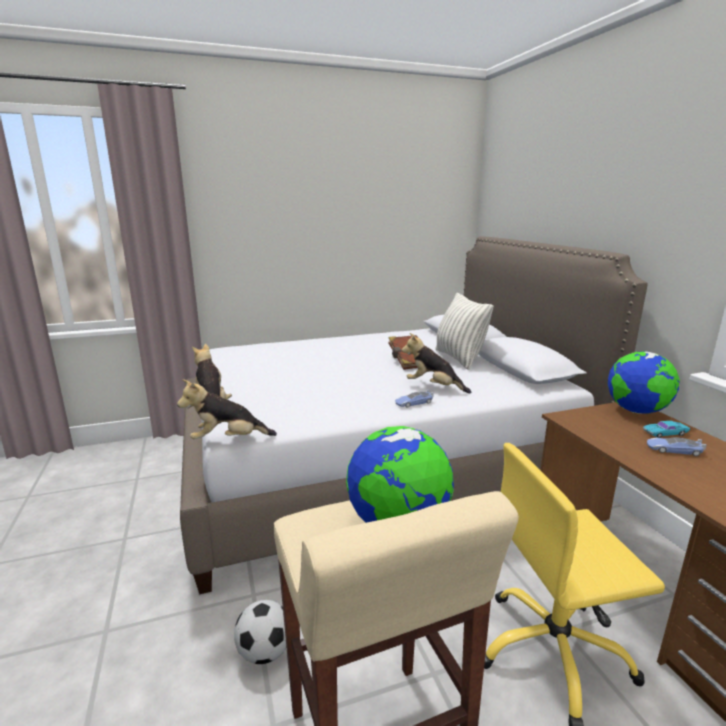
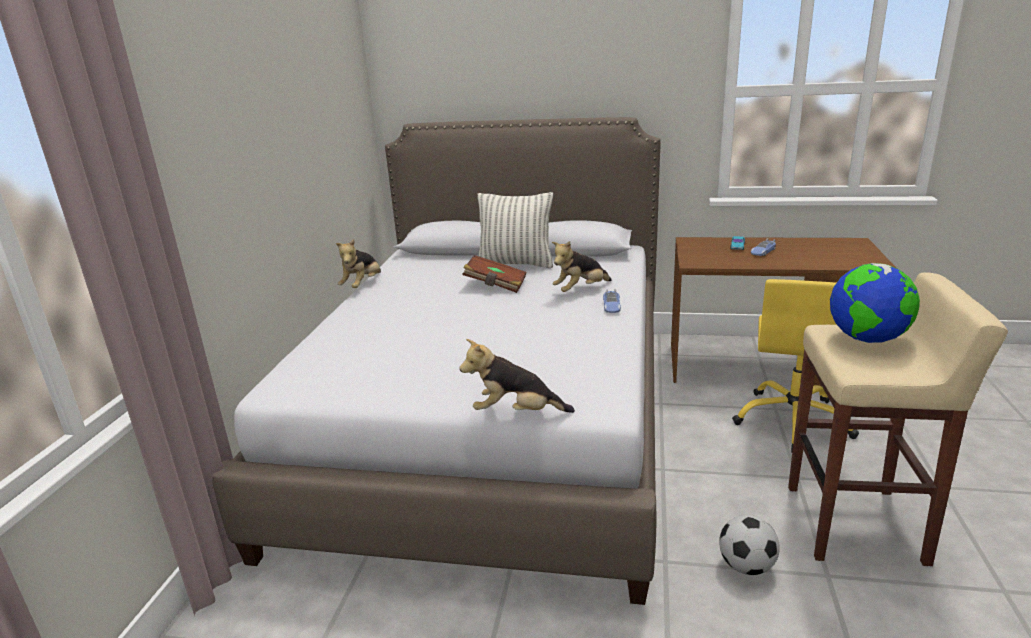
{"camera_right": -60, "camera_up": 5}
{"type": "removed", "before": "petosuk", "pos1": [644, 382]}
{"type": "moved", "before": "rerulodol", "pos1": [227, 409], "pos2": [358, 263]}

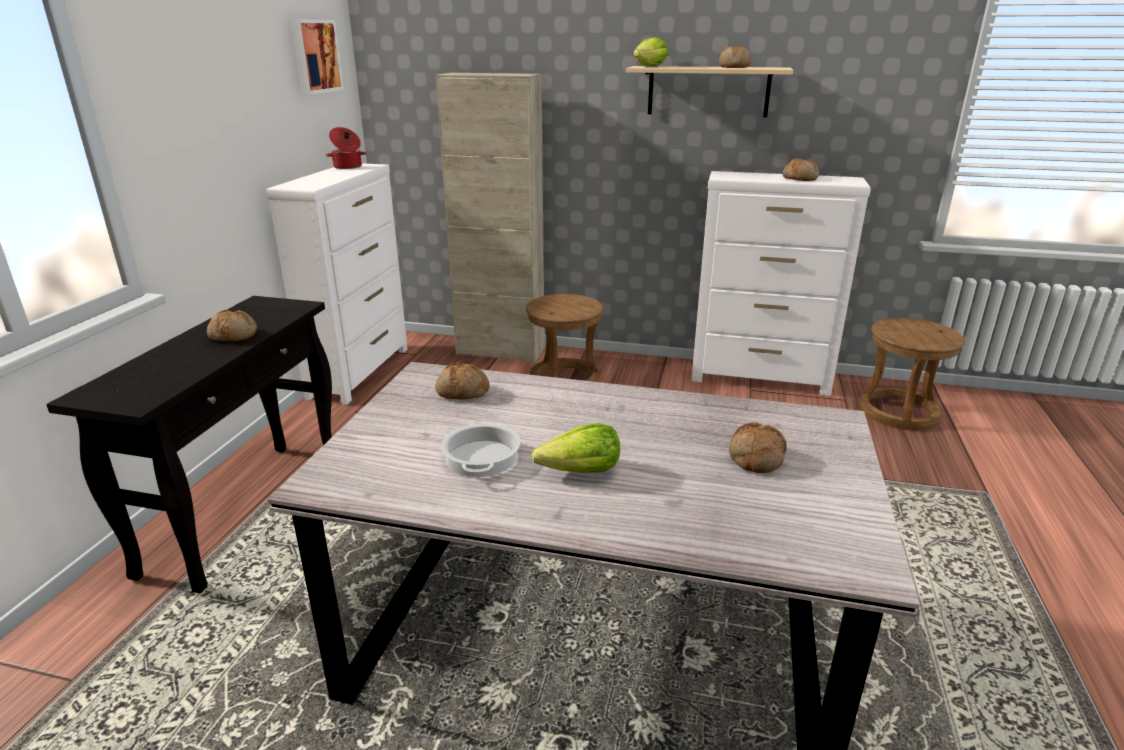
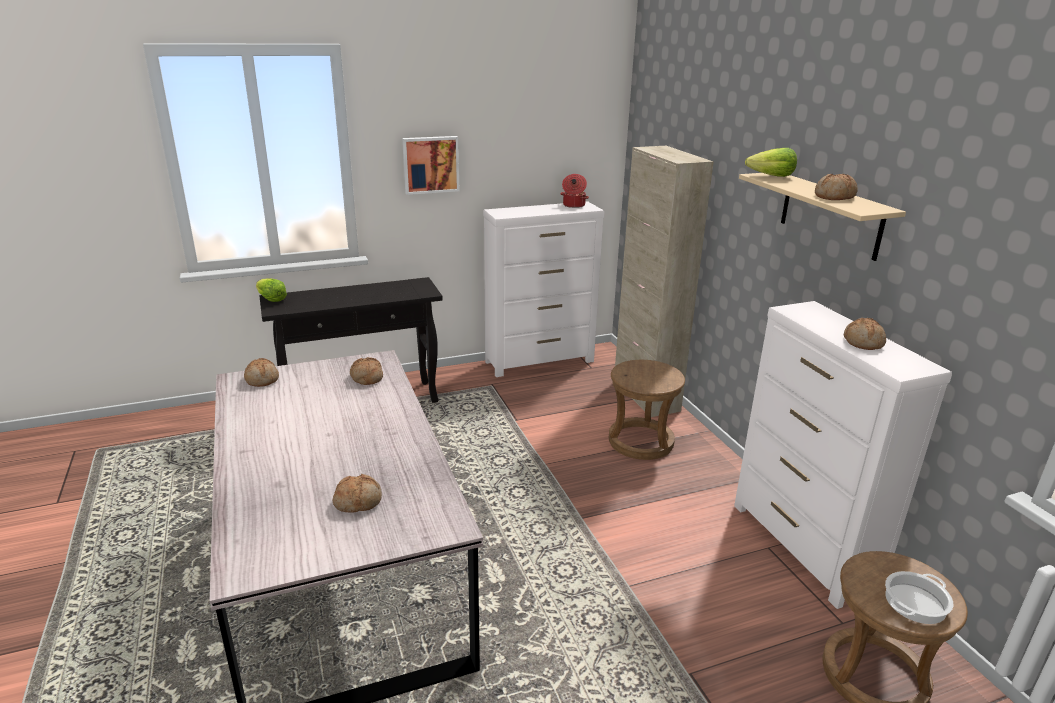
{"camera_right": 55, "camera_up": 0}
{"type": "moved", "before": "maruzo", "pos1": [317, 56], "pos2": [430, 165]}
{"type": "moved", "before": "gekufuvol", "pos1": [232, 325], "pos2": [261, 372]}
{"type": "moved", "before": "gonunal", "pos1": [480, 448], "pos2": [919, 597]}
{"type": "moved", "before": "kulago", "pos1": [576, 448], "pos2": [271, 290]}

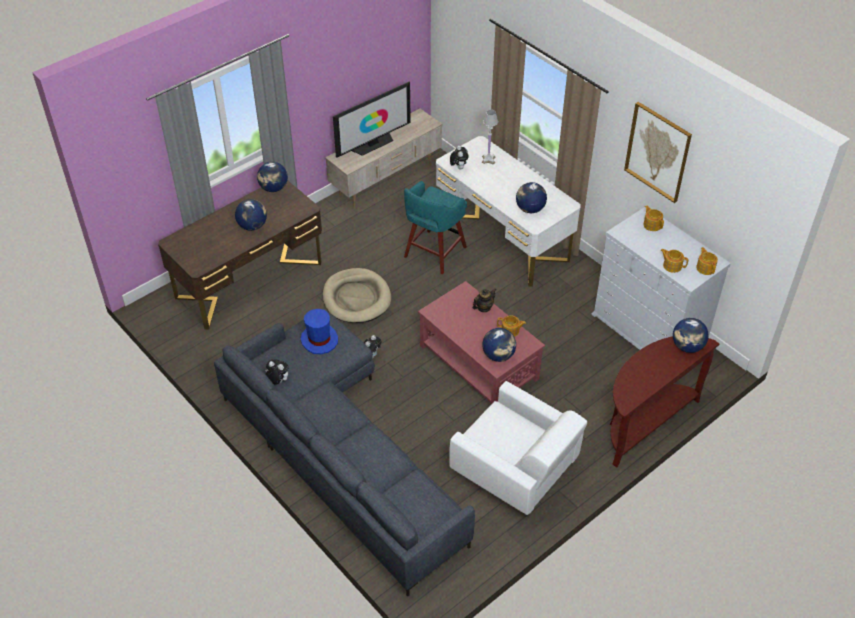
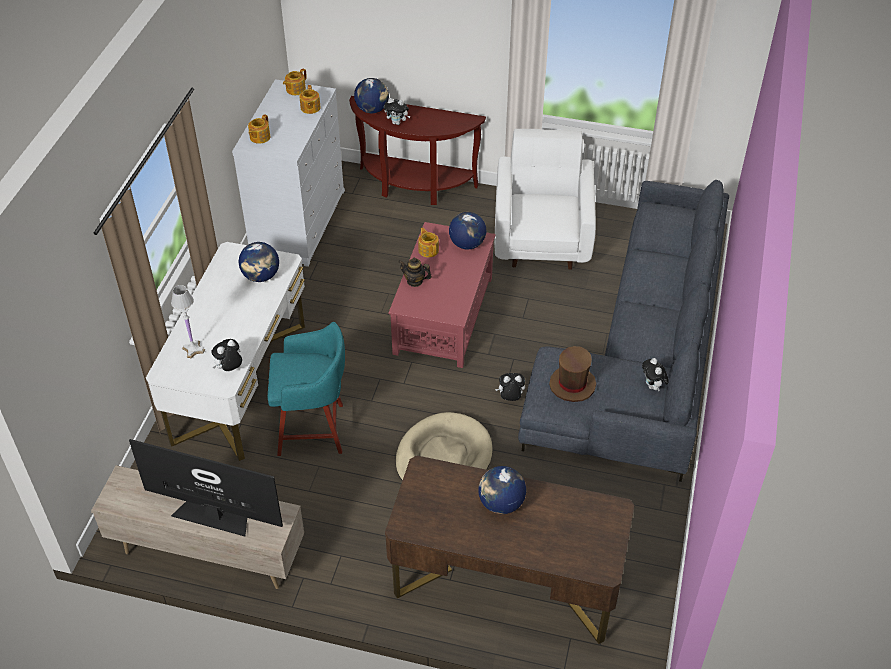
{"camera_right": -125, "camera_up": 0}
{"type": "removed", "before": "maruzo", "pos1": [658, 152]}
{"type": "removed", "before": "petosuk", "pos1": [272, 177]}
{"type": "recoloured", "before": "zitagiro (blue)", "after": "zitagiro (brown)", "pos1": [319, 331], "pos2": [572, 374]}
{"type": "added", "after": "rerulodol", "pos2": [397, 111]}

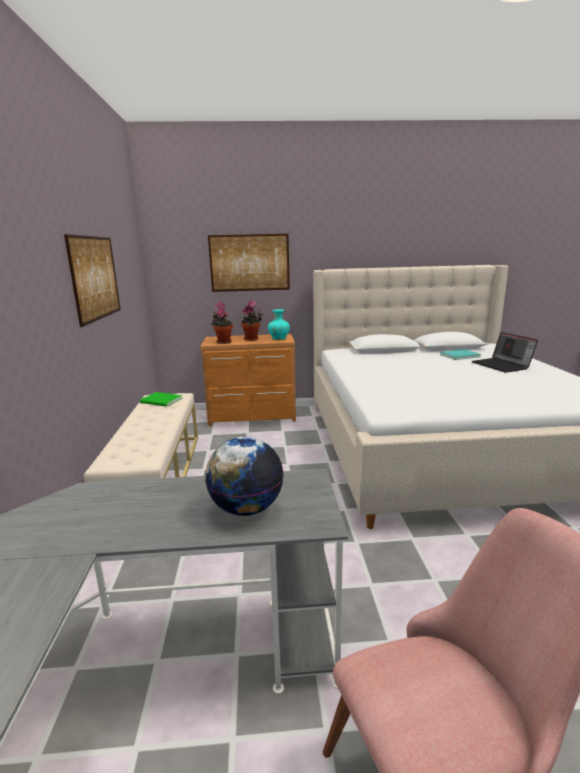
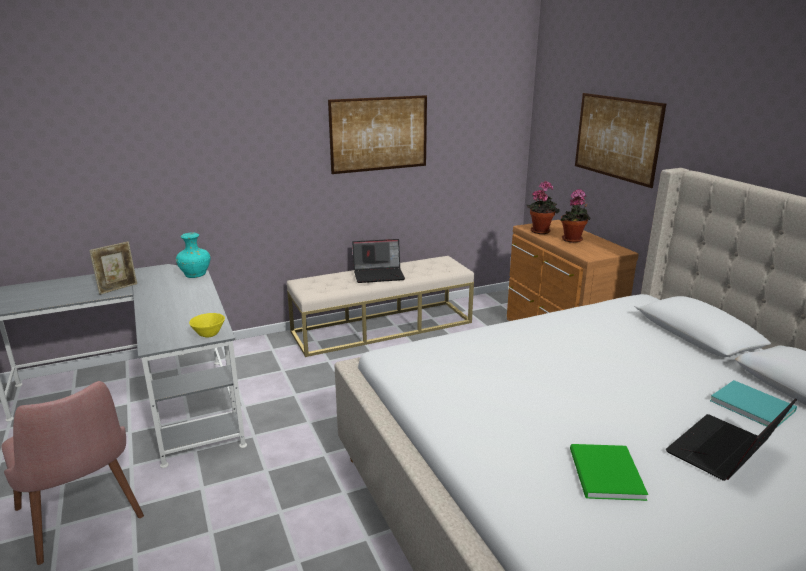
{"camera_right": 70, "camera_up": 5}
{"type": "moved", "before": "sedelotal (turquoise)", "pos1": [279, 324], "pos2": [193, 255]}
{"type": "moved", "before": "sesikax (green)", "pos1": [161, 399], "pos2": [609, 472]}
{"type": "removed", "before": "petosuk", "pos1": [244, 476]}
{"type": "added", "after": "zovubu", "pos2": [378, 261]}
{"type": "added", "after": "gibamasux", "pos2": [113, 268]}
{"type": "added", "after": "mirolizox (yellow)", "pos2": [207, 325]}

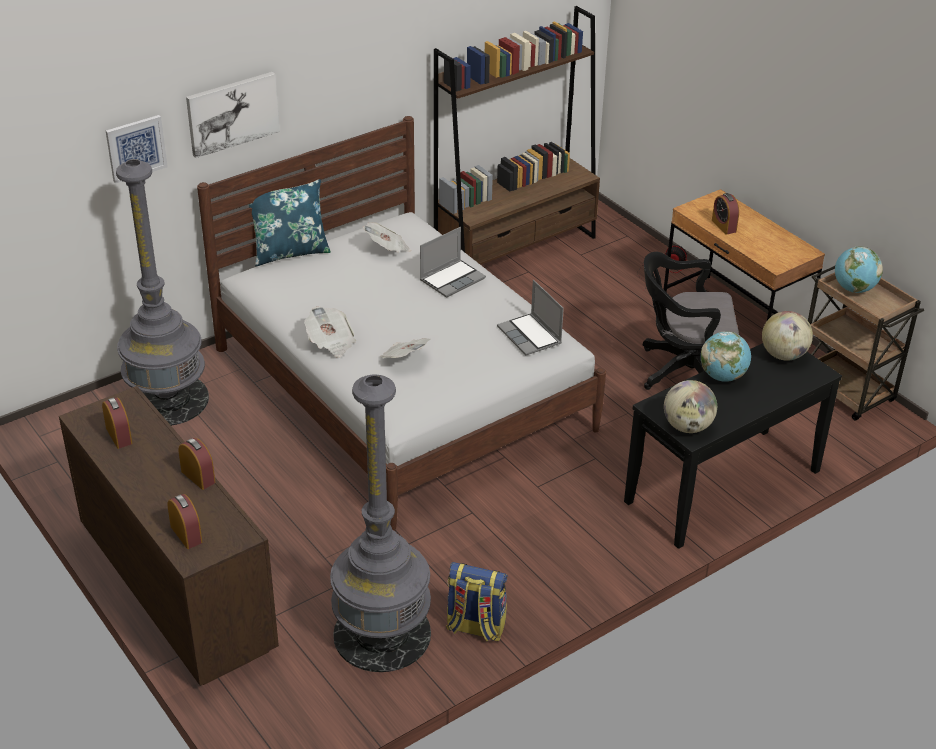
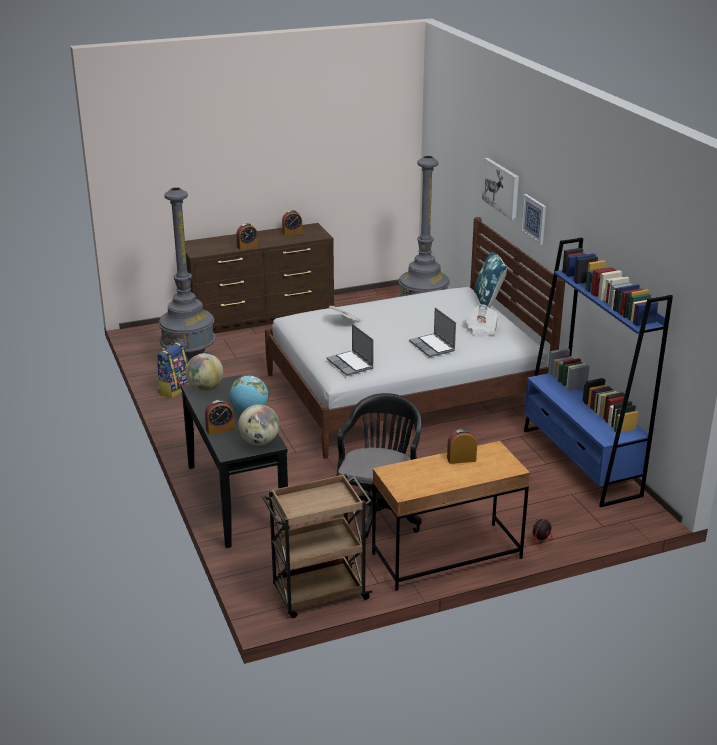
{"camera_right": 105, "camera_up": -10}
{"type": "recoloured", "before": "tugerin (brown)", "after": "tugerin (blue)", "pos1": [517, 135], "pos2": [598, 372]}
{"type": "moved", "before": "maruzo", "pos1": [137, 149], "pos2": [533, 219]}
{"type": "removed", "before": "petosuk", "pos1": [859, 269]}
{"type": "turned", "before": "zovubu", "pos1": [530, 317], "pos2": [350, 350], "turn": -105}
{"type": "removed", "before": "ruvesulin", "pos1": [330, 332]}
{"type": "moved", "before": "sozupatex", "pos1": [184, 521], "pos2": [219, 417]}

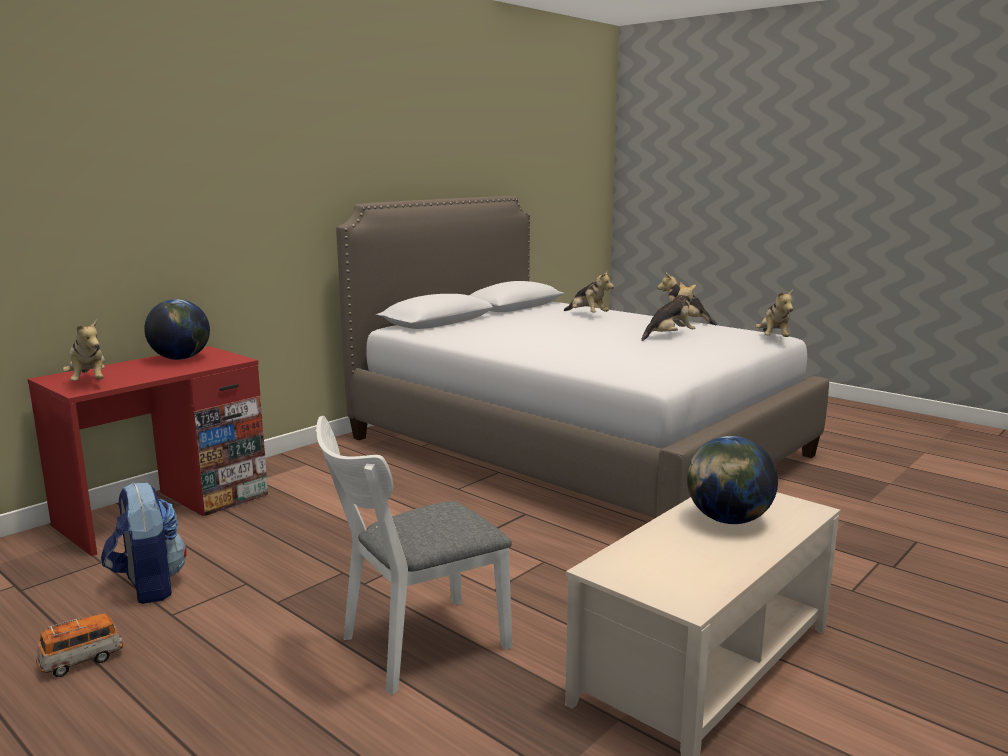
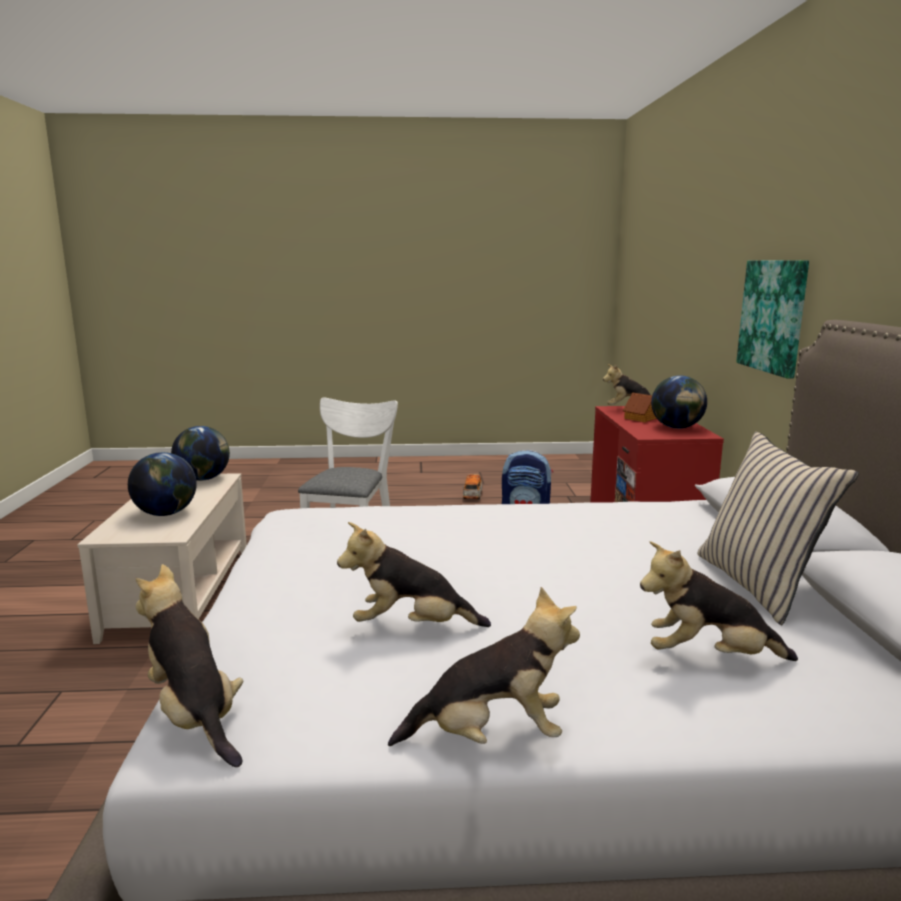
{"camera_right": 135, "camera_up": 0}
{"type": "turned", "before": "rerulodol", "pos1": [668, 311], "pos2": [414, 574], "turn": 75}
{"type": "added", "after": "maruzo", "pos2": [772, 319]}
{"type": "added", "after": "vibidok", "pos2": [640, 407]}
{"type": "added", "after": "petosuk", "pos2": [200, 453]}
{"type": "added", "after": "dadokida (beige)", "pos2": [778, 528]}

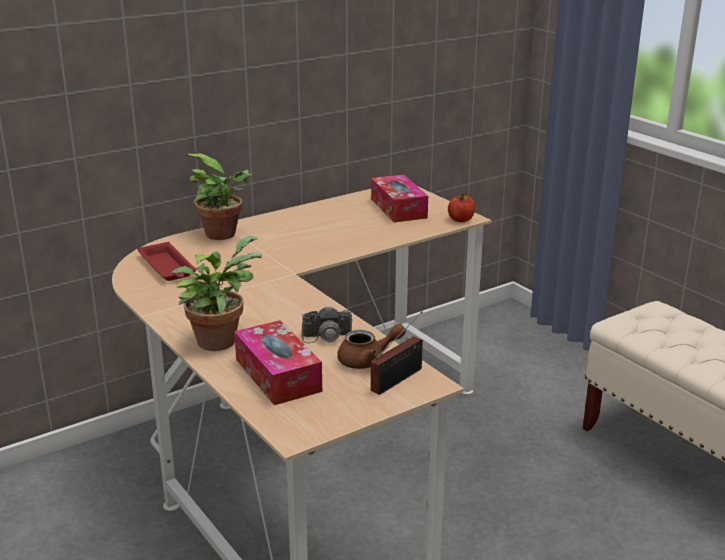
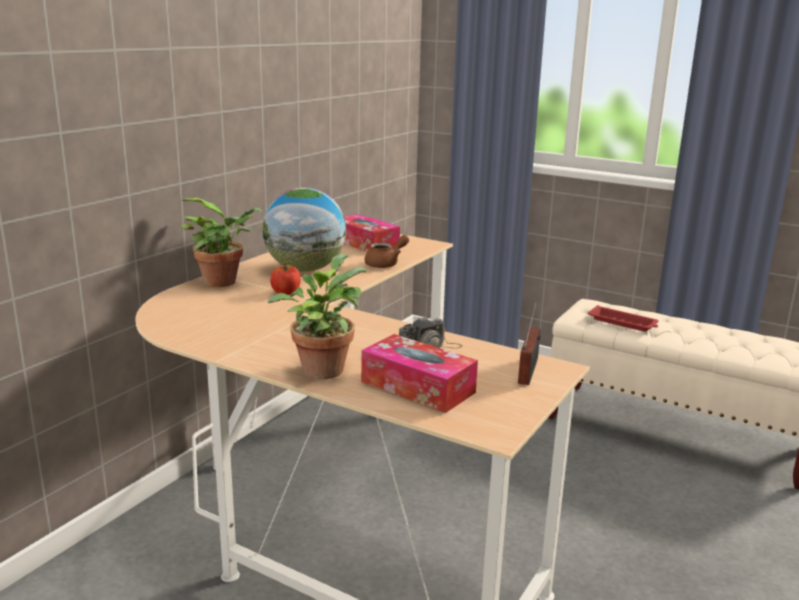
{"camera_right": -25, "camera_up": -5}
{"type": "moved", "before": "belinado", "pos1": [461, 208], "pos2": [285, 279]}
{"type": "moved", "before": "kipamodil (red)", "pos1": [166, 261], "pos2": [623, 318]}
{"type": "moved", "before": "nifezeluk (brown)", "pos1": [371, 346], "pos2": [387, 251]}
{"type": "added", "after": "petosuk", "pos2": [304, 230]}

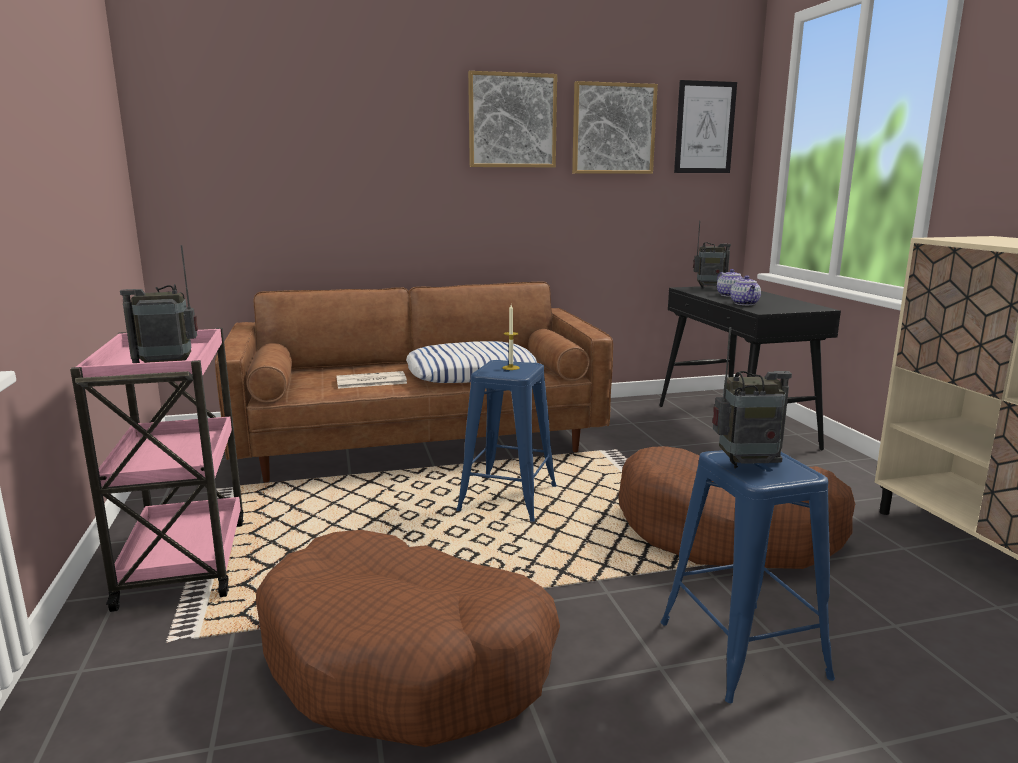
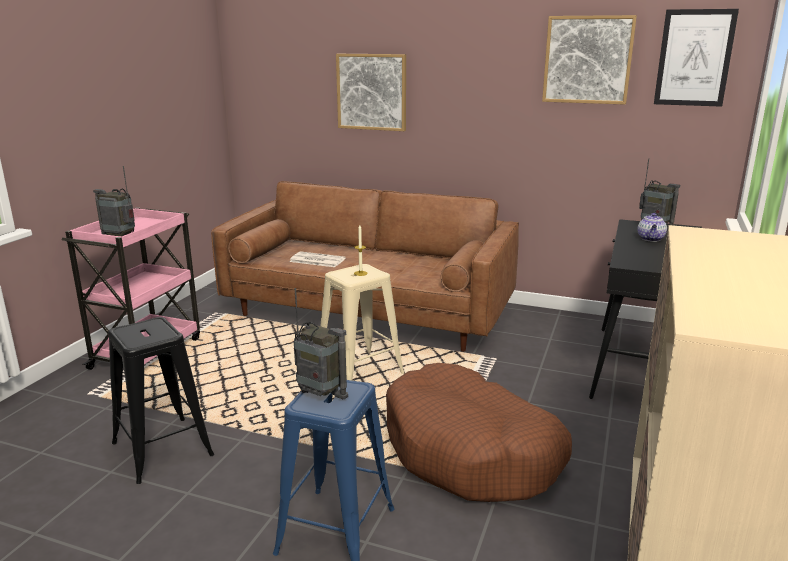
{"camera_right": 35, "camera_up": 5}
{"type": "moved", "before": "maruzo", "pos1": [512, 119], "pos2": [371, 92]}
{"type": "removed", "before": "nifezeluk", "pos1": [745, 290]}
{"type": "removed", "before": "dadokida", "pos1": [471, 362]}
{"type": "recoloured", "before": "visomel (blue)", "after": "visomel (beige)", "pos1": [506, 441], "pos2": [362, 322]}
{"type": "replaced", "before": "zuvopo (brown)", "after": "visomel (black)", "pos1": [408, 638], "pos2": [161, 400]}

